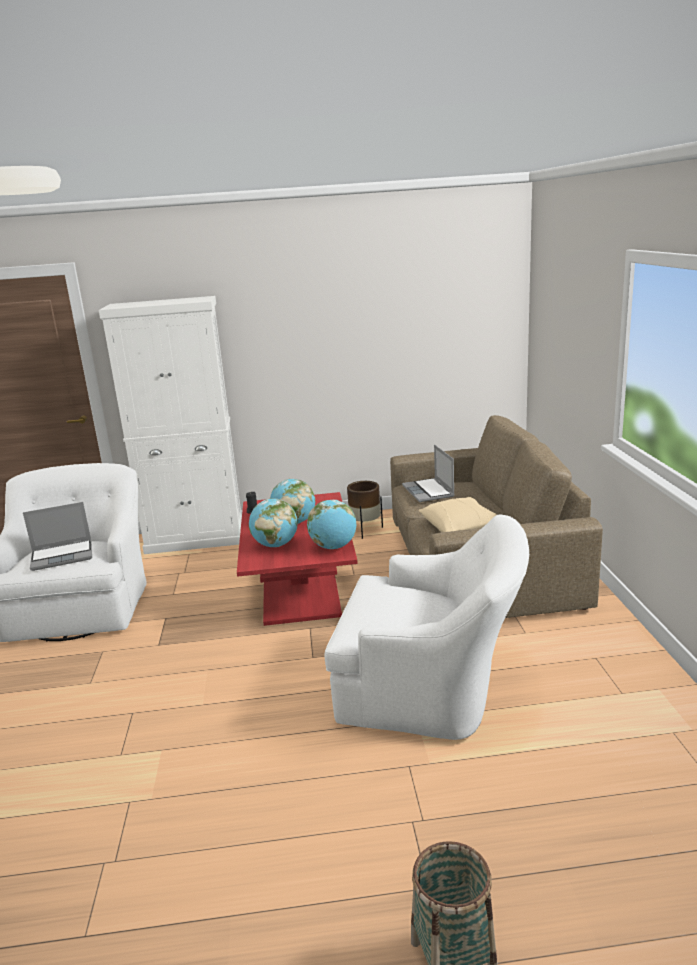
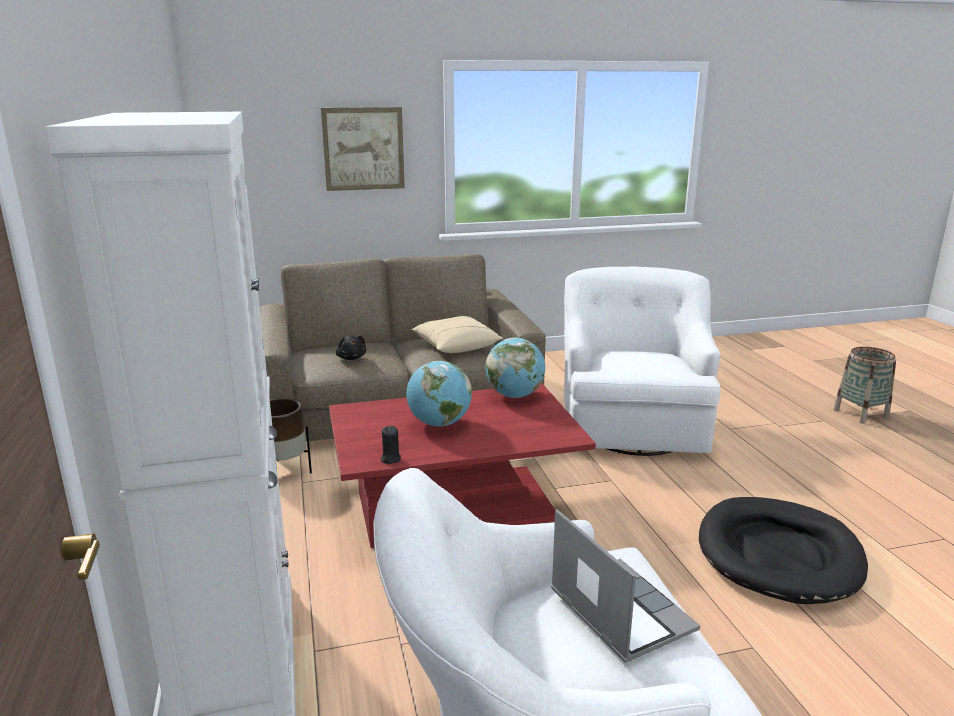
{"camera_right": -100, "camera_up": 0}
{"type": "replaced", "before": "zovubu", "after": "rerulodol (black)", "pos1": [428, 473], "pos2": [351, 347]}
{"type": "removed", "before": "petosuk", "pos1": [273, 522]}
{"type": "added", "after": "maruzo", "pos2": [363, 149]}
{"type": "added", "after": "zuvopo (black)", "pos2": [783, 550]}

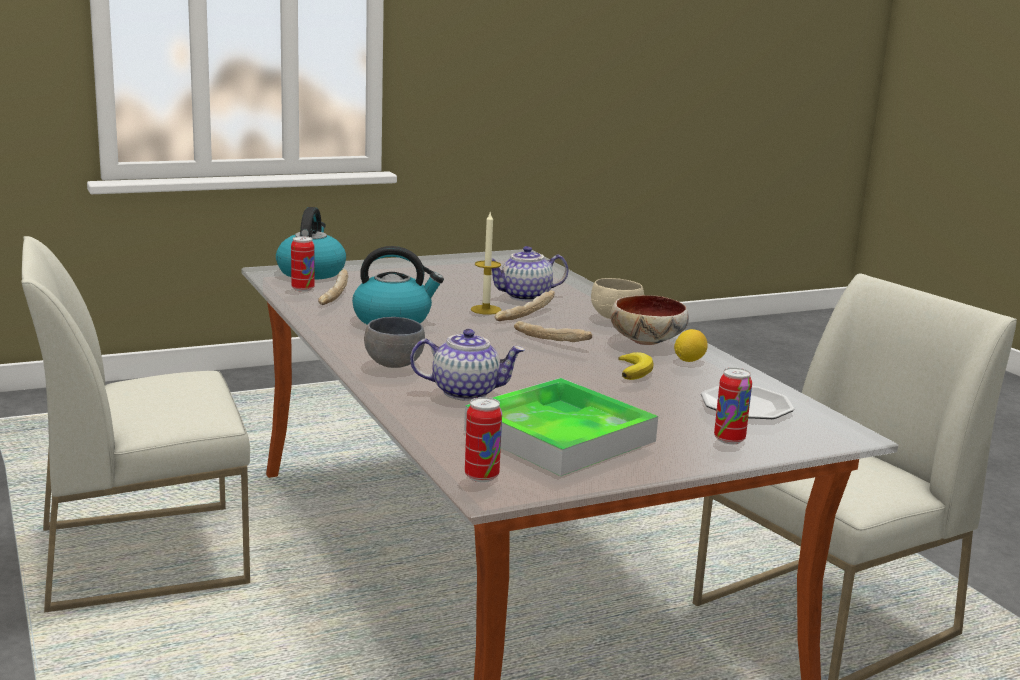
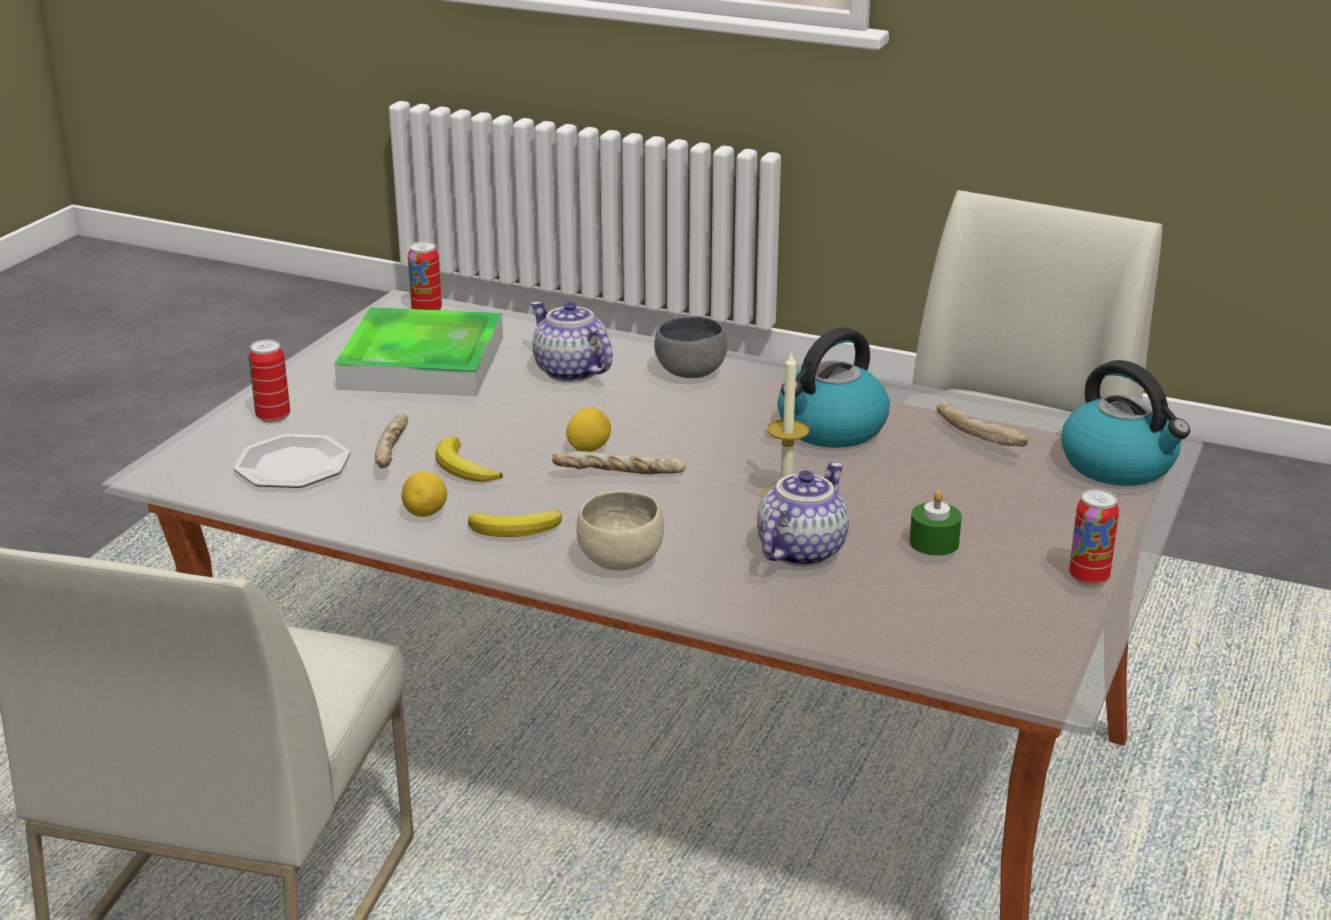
{"camera_right": 140, "camera_up": 10}
{"type": "moved", "before": "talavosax", "pos1": [303, 264], "pos2": [1094, 537]}
{"type": "moved", "before": "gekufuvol", "pos1": [524, 305], "pos2": [391, 440]}
{"type": "replaced", "before": "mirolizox", "after": "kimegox", "pos1": [649, 320], "pos2": [515, 523]}
{"type": "turned", "before": "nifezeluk", "pos1": [467, 365], "pos2": [572, 341], "turn": 90}
{"type": "added", "after": "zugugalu", "pos2": [588, 430]}
{"type": "added", "after": "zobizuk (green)", "pos2": [935, 523]}

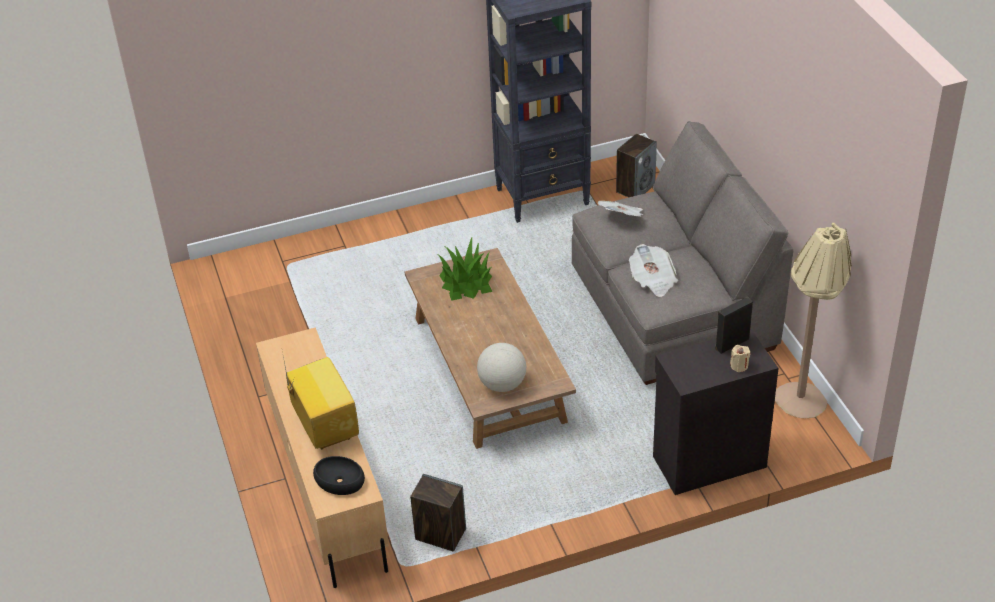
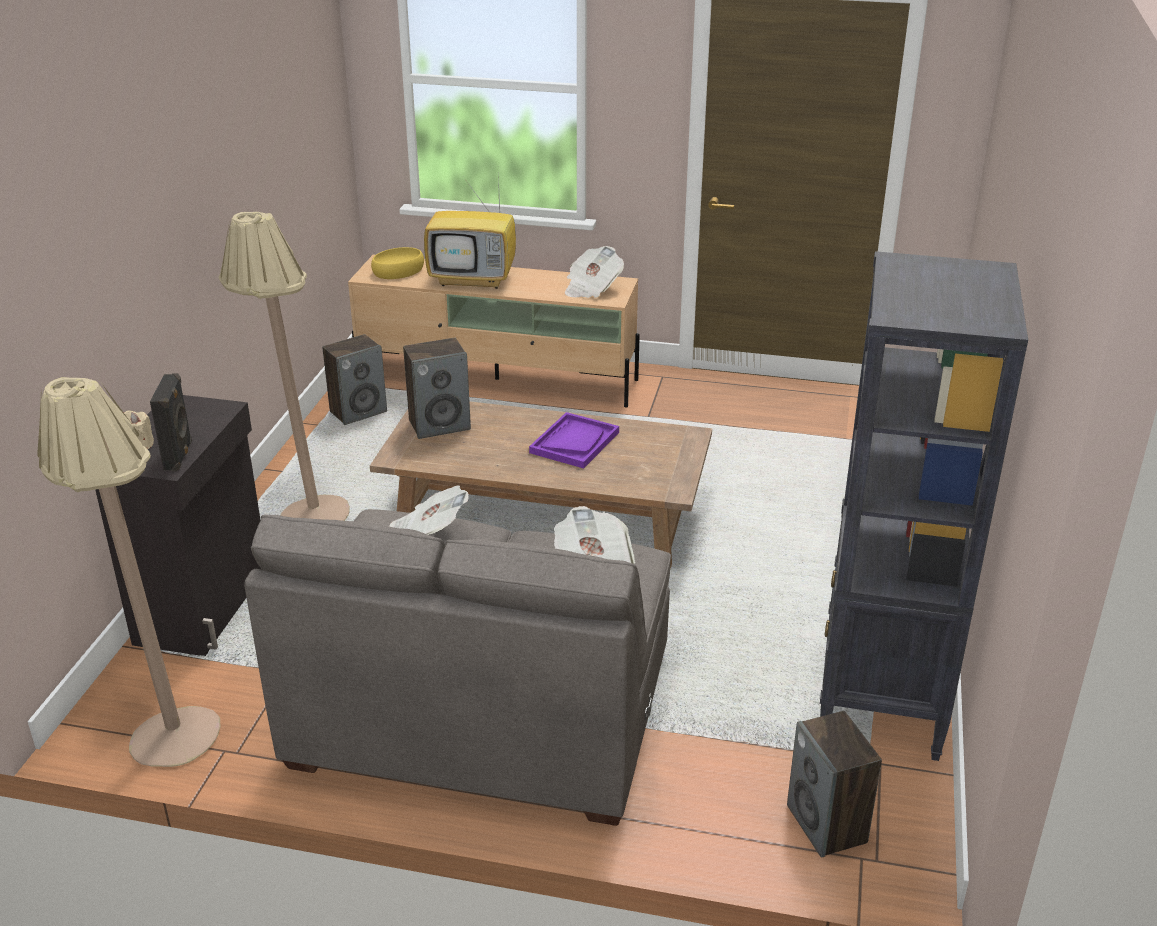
{"camera_right": 120, "camera_up": -10}
{"type": "removed", "before": "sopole", "pos1": [465, 269]}
{"type": "replaced", "before": "petosuk", "after": "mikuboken", "pos1": [501, 367], "pos2": [437, 388]}
{"type": "recoloured", "before": "mirolizox (black)", "after": "mirolizox (yellow)", "pos1": [339, 475], "pos2": [397, 263]}
{"type": "added", "after": "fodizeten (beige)", "pos2": [284, 366]}
{"type": "added", "after": "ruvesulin", "pos2": [594, 272]}
{"type": "added", "after": "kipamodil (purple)", "pos2": [574, 440]}

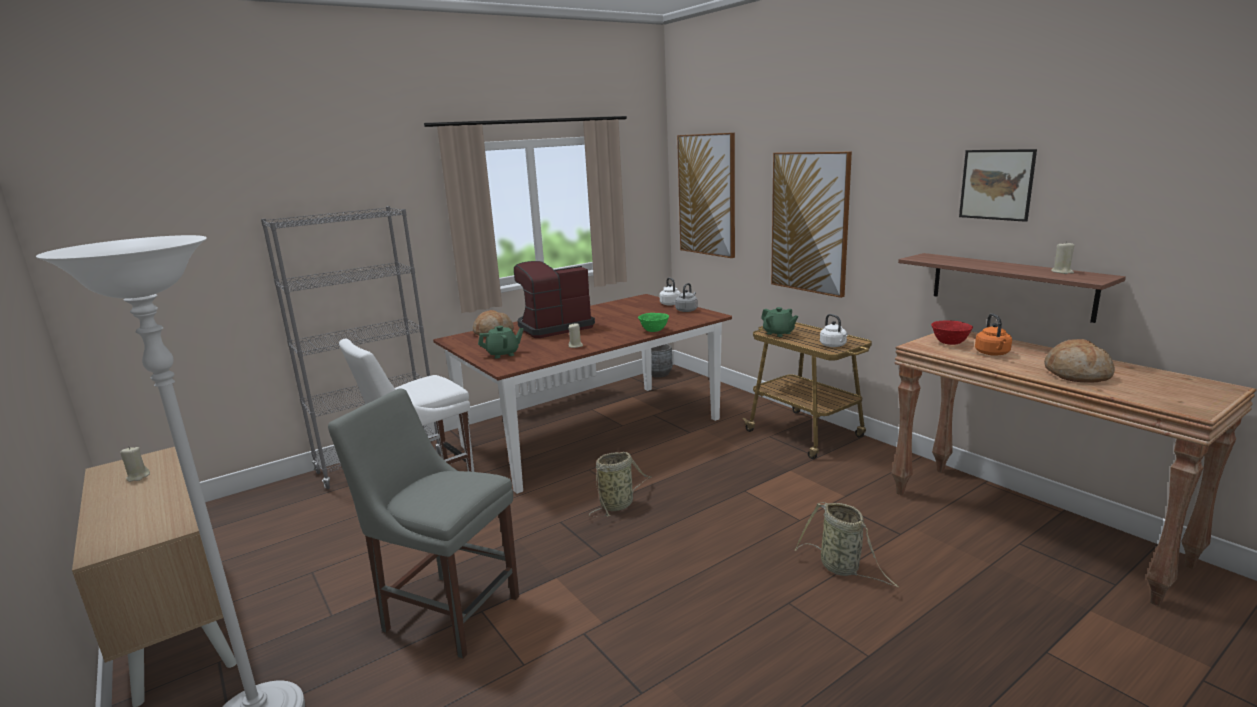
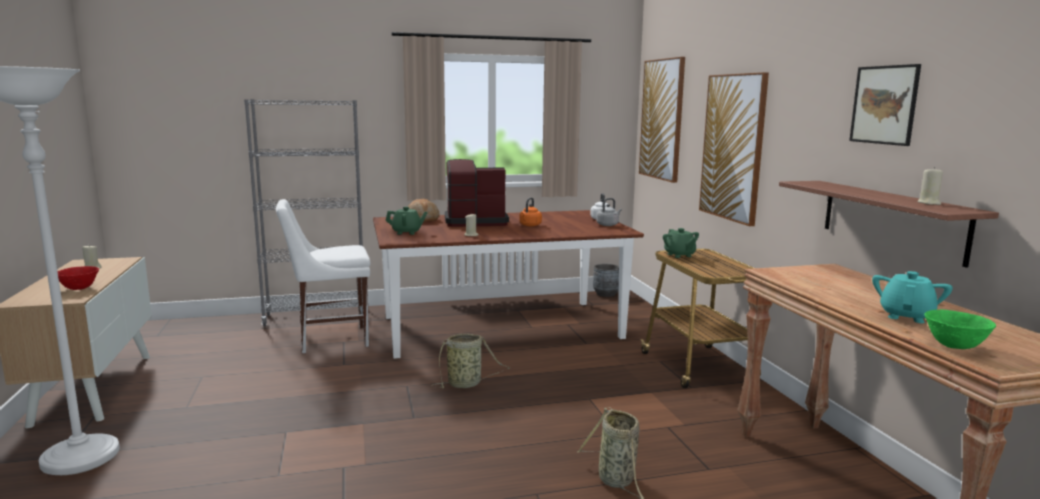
{"camera_right": 20, "camera_up": -5}
{"type": "moved", "before": "mirolizox (green)", "pos1": [653, 322], "pos2": [960, 329]}
{"type": "moved", "before": "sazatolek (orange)", "pos1": [993, 334], "pos2": [531, 211]}
{"type": "removed", "before": "sazatolek (white)", "pos1": [834, 330]}
{"type": "moved", "before": "mirolizox (red)", "pos1": [952, 332], "pos2": [78, 278]}
{"type": "replaced", "before": "gekufuvol", "after": "nifezeluk (turquoise)", "pos1": [1079, 361], "pos2": [912, 297]}
{"type": "removed", "before": "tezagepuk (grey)", "pos1": [423, 523]}

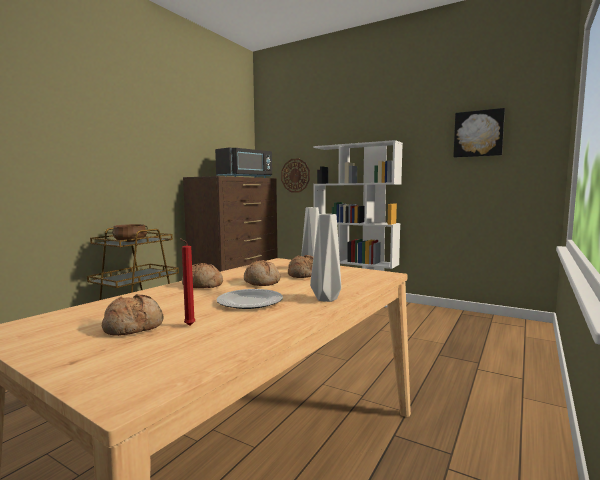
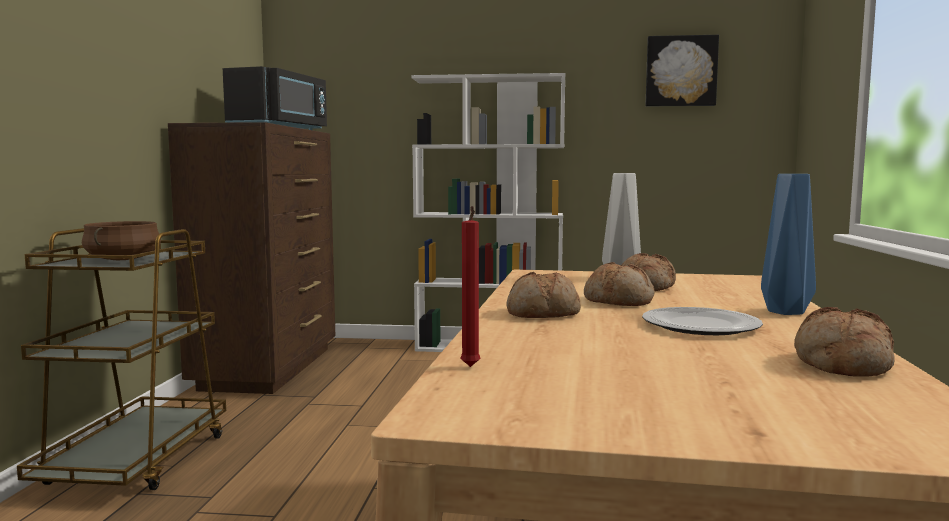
{"camera_right": -25, "camera_up": 0}
{"type": "removed", "before": "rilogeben", "pos1": [295, 175]}
{"type": "recoloured", "before": "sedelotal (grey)", "after": "sedelotal (blue)", "pos1": [325, 258], "pos2": [788, 244]}
{"type": "moved", "before": "zobizuk (red)", "pos1": [187, 282], "pos2": [470, 286]}
{"type": "moved", "before": "gekufuvol", "pos1": [132, 315], "pos2": [844, 342]}

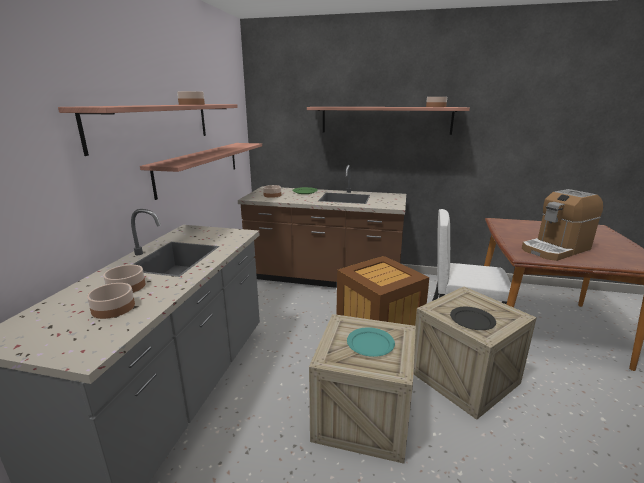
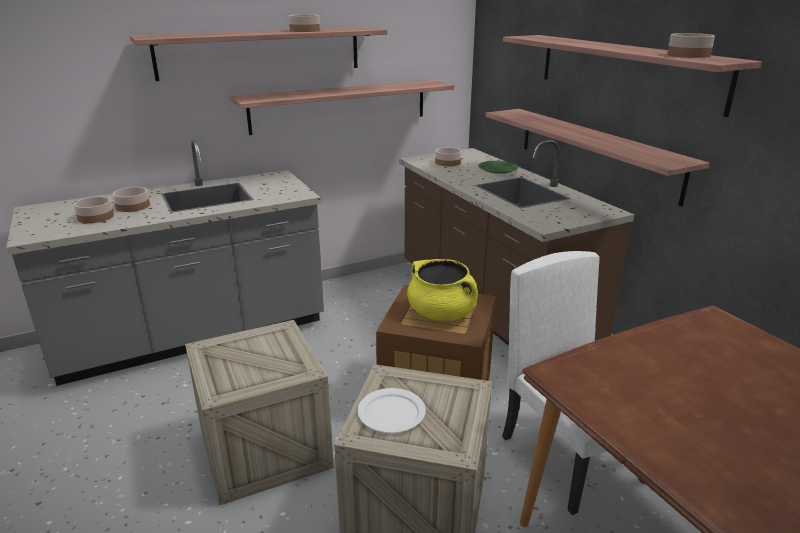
{"camera_right": 50, "camera_up": 5}
{"type": "removed", "before": "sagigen", "pos1": [562, 225]}
{"type": "recoloured", "before": "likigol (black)", "after": "likigol (white)", "pos1": [473, 318], "pos2": [391, 410]}
{"type": "removed", "before": "likigol (turquoise)", "pos1": [371, 342]}
{"type": "added", "after": "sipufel", "pos2": [597, 158]}
{"type": "added", "after": "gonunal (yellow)", "pos2": [442, 290]}

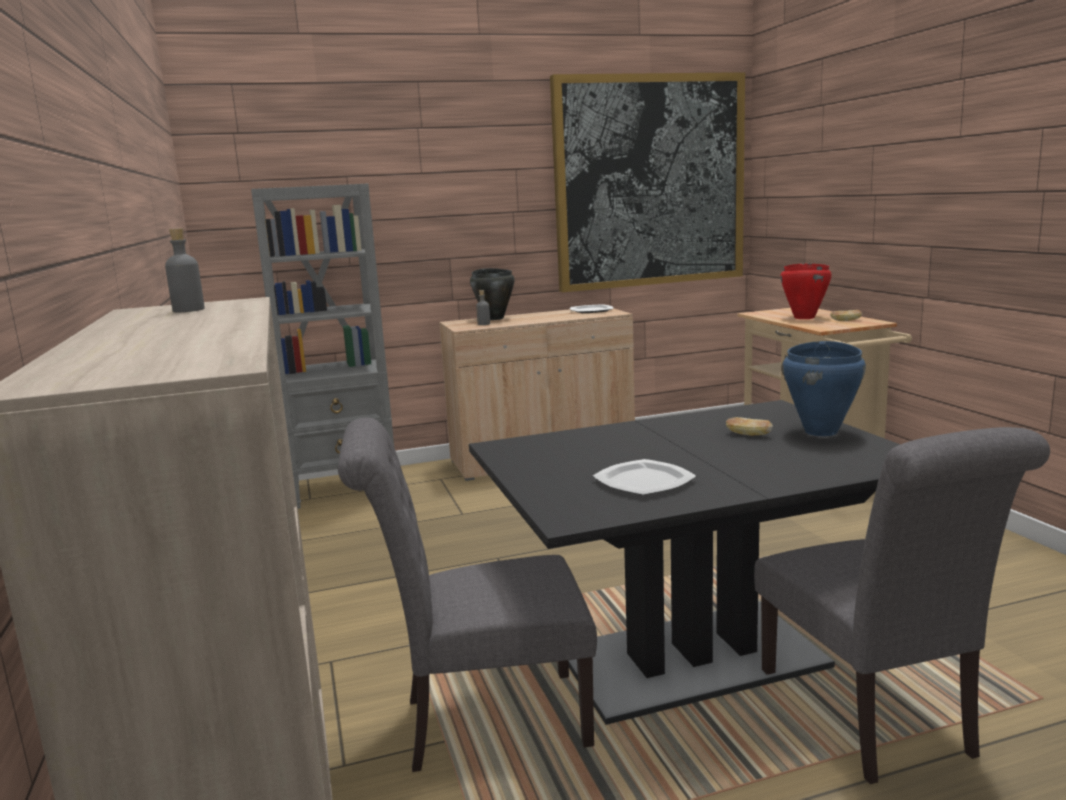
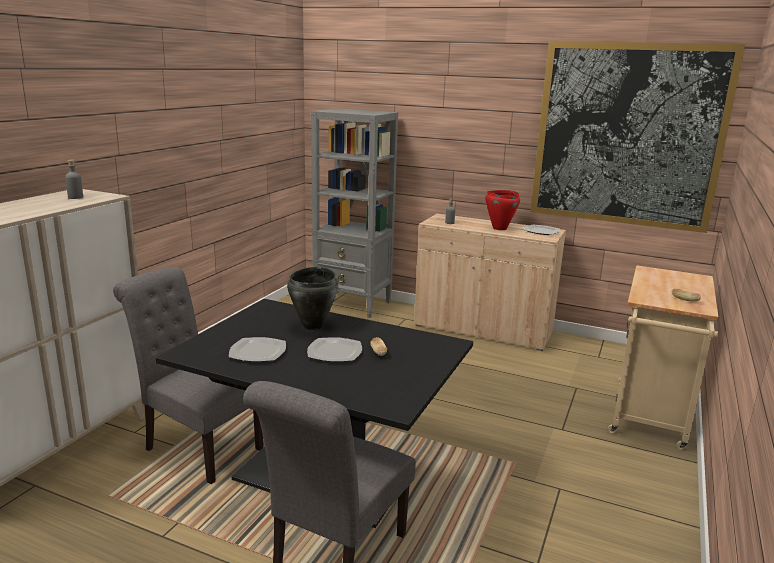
{"camera_right": 40, "camera_up": 5}
{"type": "moved", "before": "gonunal (red)", "pos1": [806, 291], "pos2": [502, 210]}
{"type": "moved", "before": "gonunal (black)", "pos1": [492, 294], "pos2": [312, 298]}
{"type": "removed", "before": "gonunal (blue)", "pos1": [824, 388]}
{"type": "added", "after": "likigol", "pos2": [334, 349]}

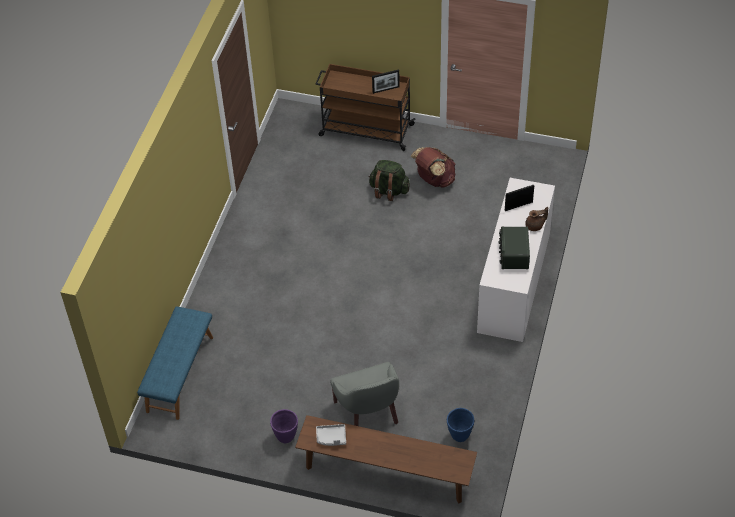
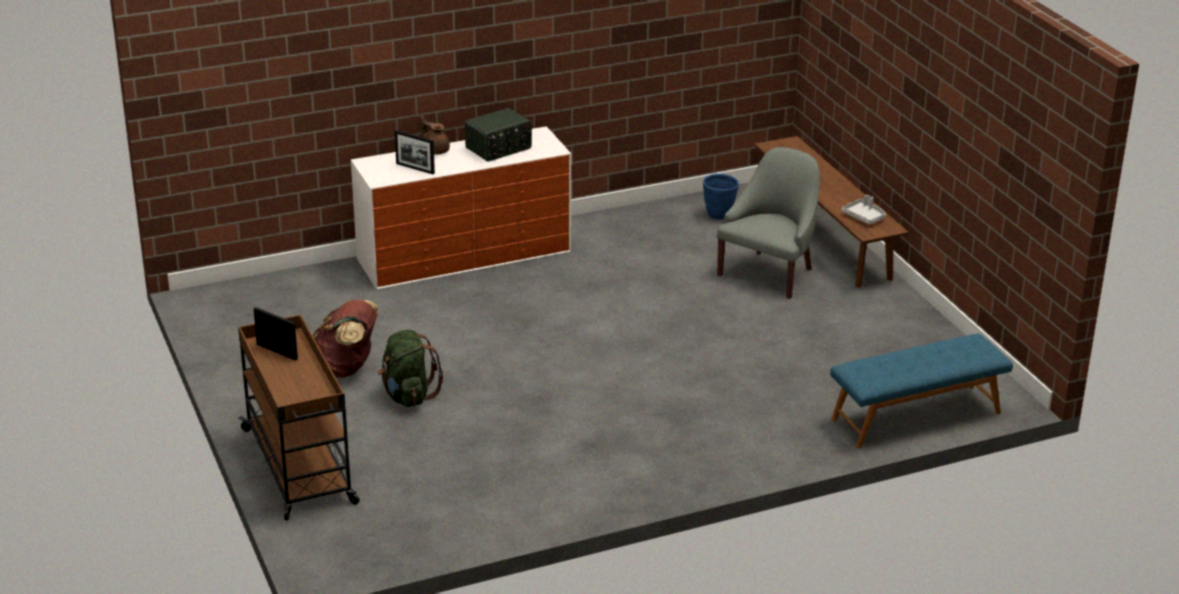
{"camera_right": -130, "camera_up": -20}
{"type": "removed", "before": "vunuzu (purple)", "pos1": [284, 426]}

